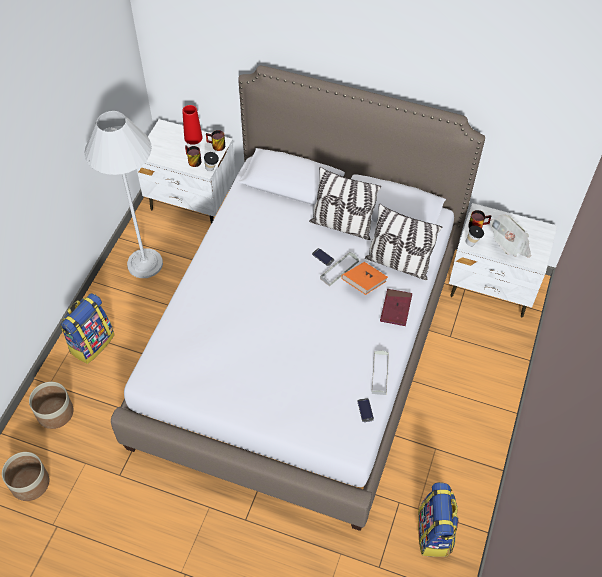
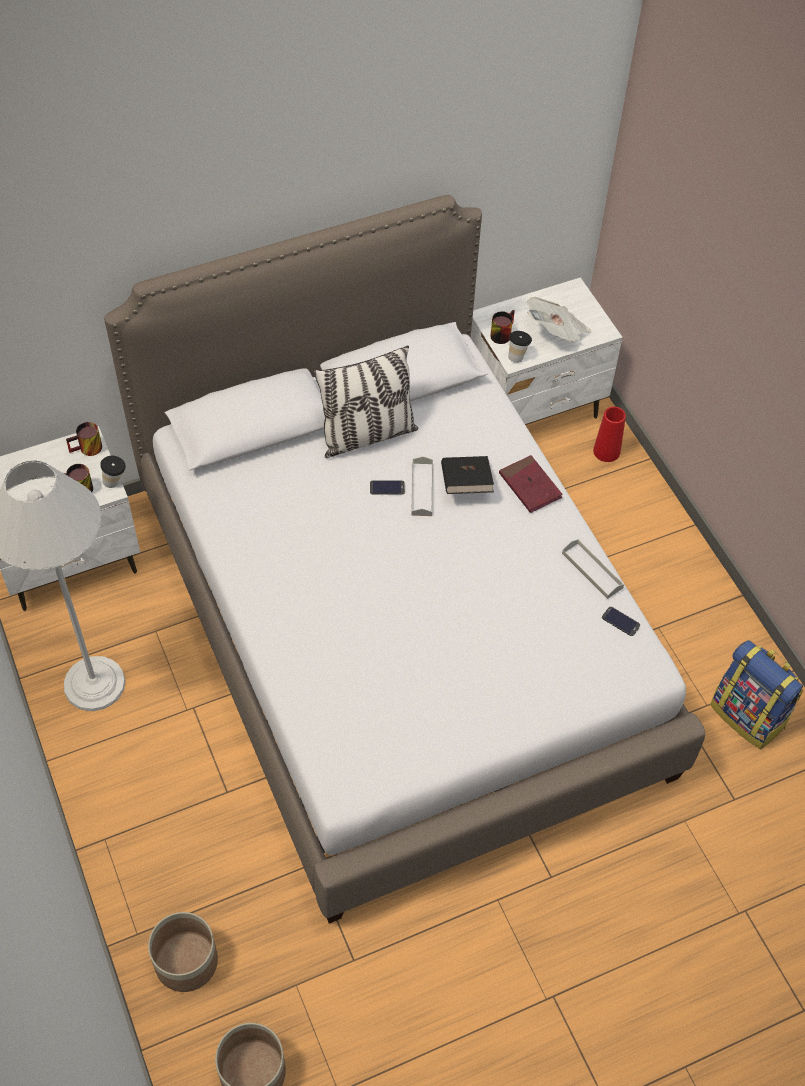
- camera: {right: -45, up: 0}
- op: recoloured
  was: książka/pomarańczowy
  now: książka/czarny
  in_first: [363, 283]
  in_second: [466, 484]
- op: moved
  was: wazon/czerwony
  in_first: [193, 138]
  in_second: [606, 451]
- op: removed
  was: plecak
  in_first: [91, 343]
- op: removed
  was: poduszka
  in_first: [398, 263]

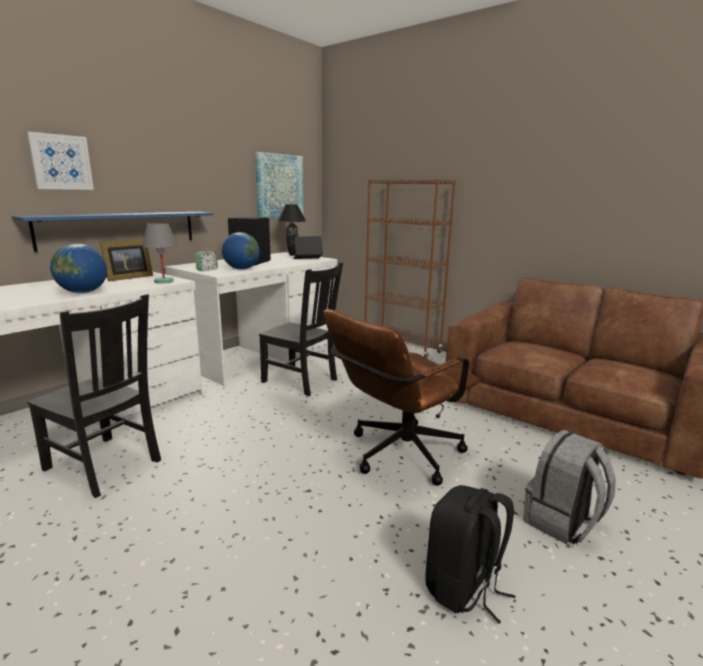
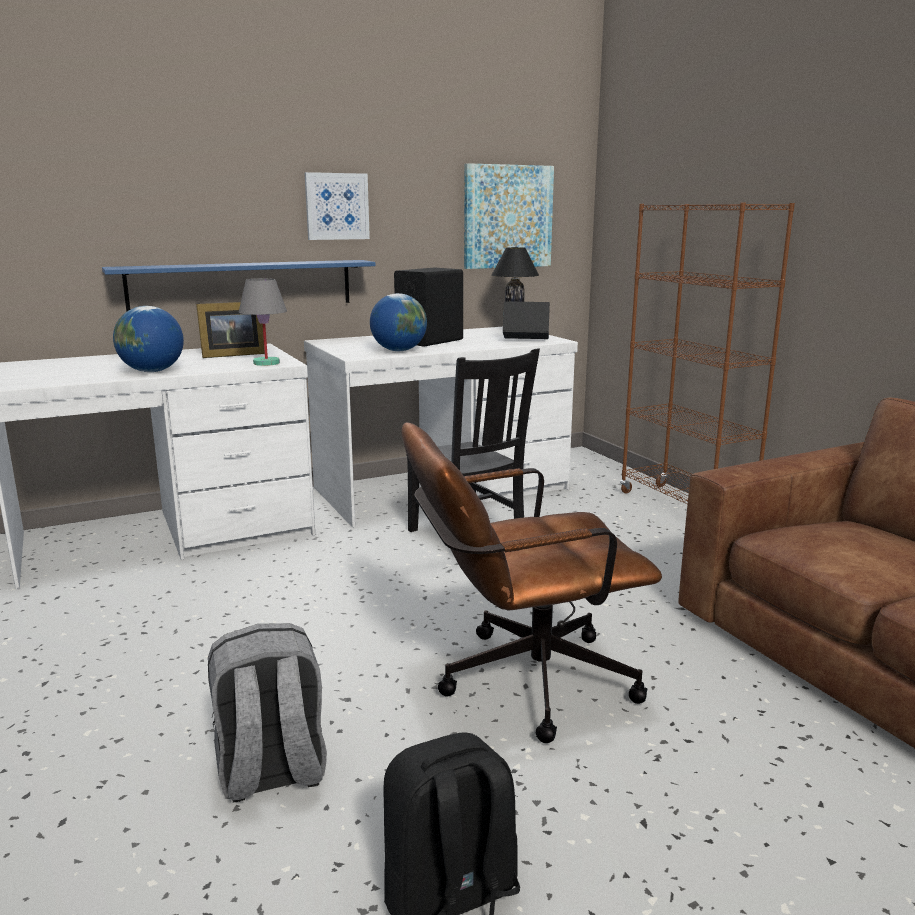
- camera: {right: 25, up: 0}
- op: moved
  was: plecak/szary
  in_first: [562, 522]
  in_second: [271, 773]
- op: moved
  was: obraz
  in_first: [61, 162]
  in_second: [337, 206]
- op: removed
  was: krzesło/czarny
  in_first: [105, 466]
- op: removed
  was: budzik
  in_first: [207, 270]

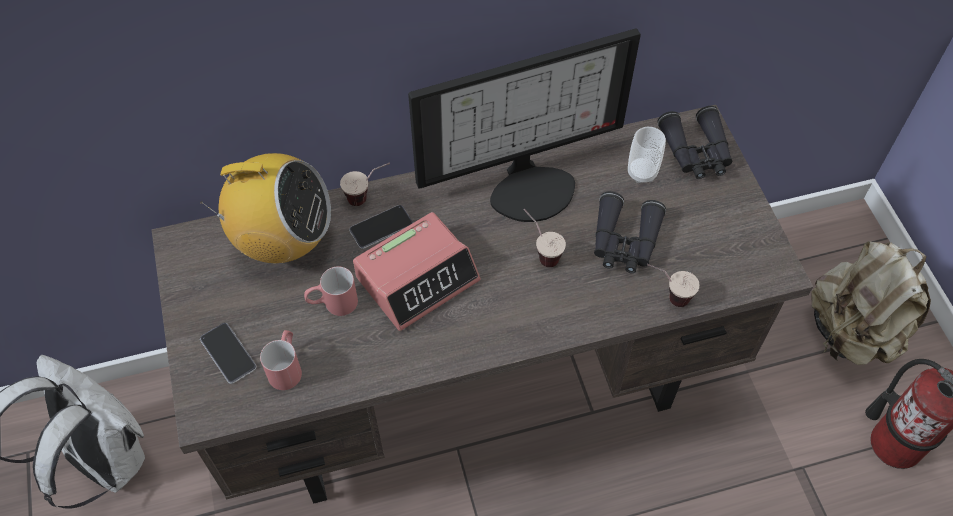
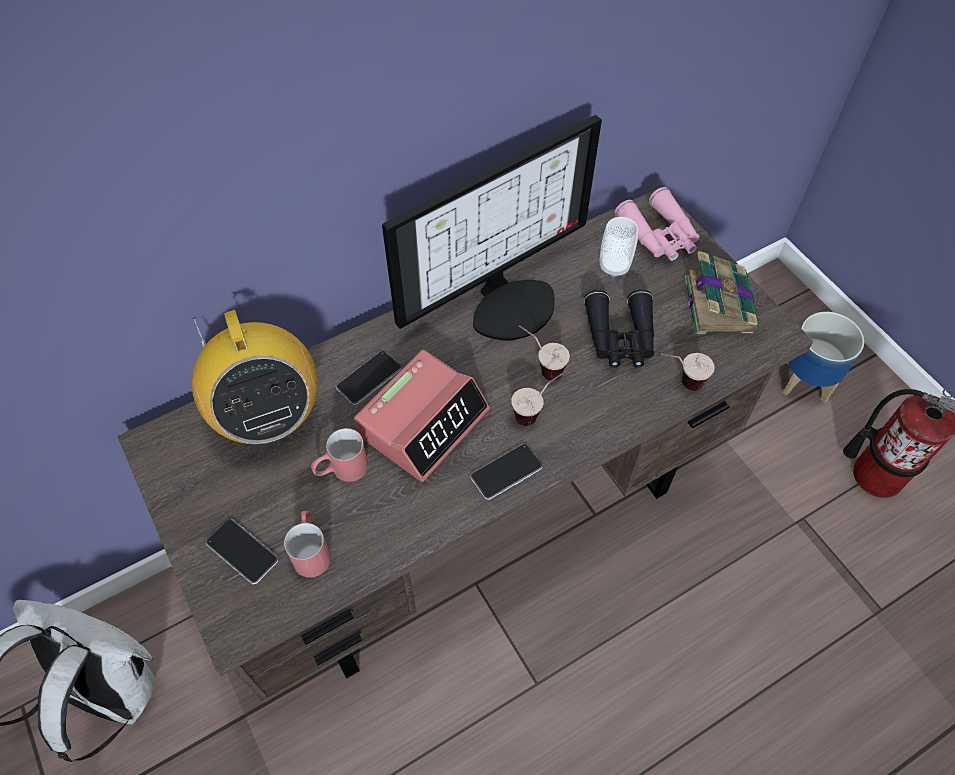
- camera: {right: -15, up: 0}
- op: turned
  was: radio
  in_first: [283, 241]
  in_second: [268, 416]
  clockwise: 75
- op: added
  now: telefon
  in_second: [506, 472]
- op: moved
  was: filiżanka
  in_first: [368, 196]
  in_second: [537, 411]
- op: recoloured
  was: lornetka/czarny
  now: lornetka/różowy
  in_first: [696, 152]
  in_second: [659, 236]
- op: added
  now: książka
  in_second: [718, 302]
- op: replaced
  was: plecak/beżowy
  now: donica
  in_first: [852, 332]
  in_second: [806, 381]

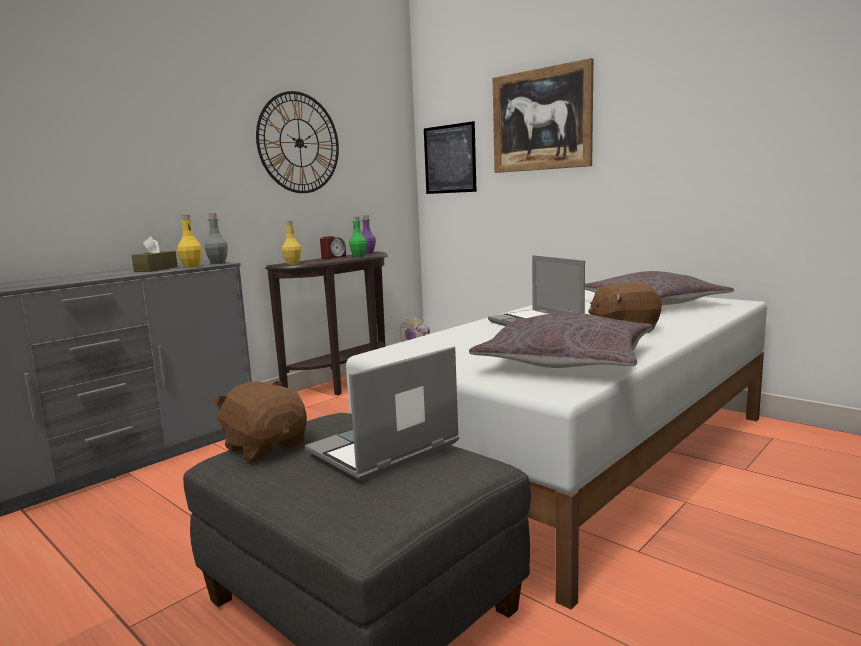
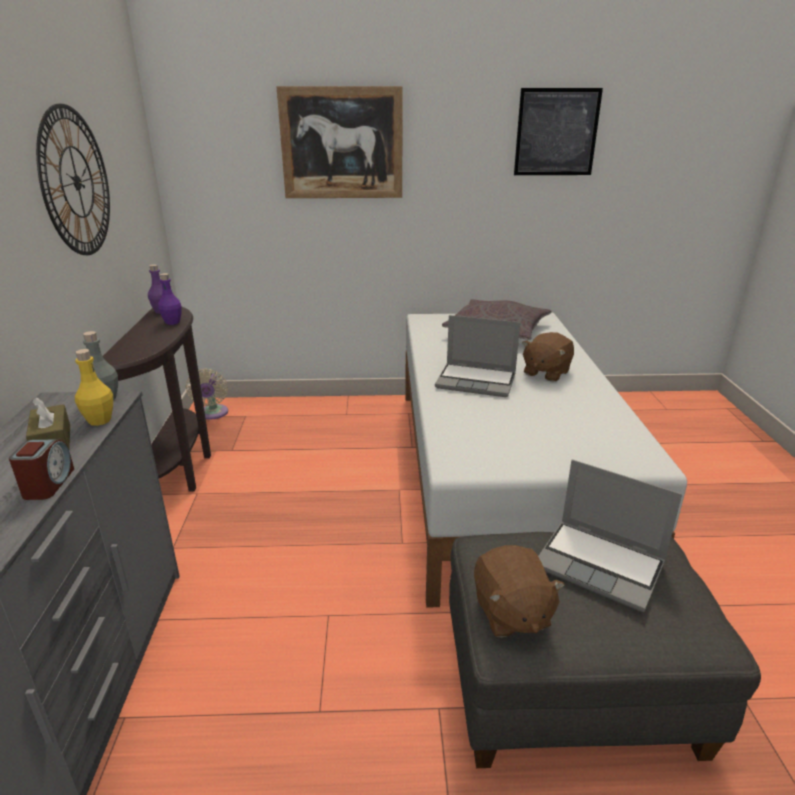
- camera: {right: -45, up: 15}
- op: moved
  was: budzik
  in_first: [333, 257]
  in_second: [48, 484]
- op: recoloured
  was: butelka/zielony
  now: butelka/fioletowy
  in_first: [358, 256]
  in_second: [172, 322]
- op: turned
  was: pluszak/brązowy
  in_first: [266, 447]
  in_second: [511, 613]
  clockwise: -105
- op: moved
  was: obraz
  in_first: [450, 159]
  in_second: [556, 132]
- op: turned
  was: laptop
  in_first: [383, 449]
  in_second: [601, 565]
  clockwise: -60
- op: removed
  was: butelka/żółty
  in_first: [292, 263]
- op: removed
  was: poduszka/szary
  in_first: [565, 361]

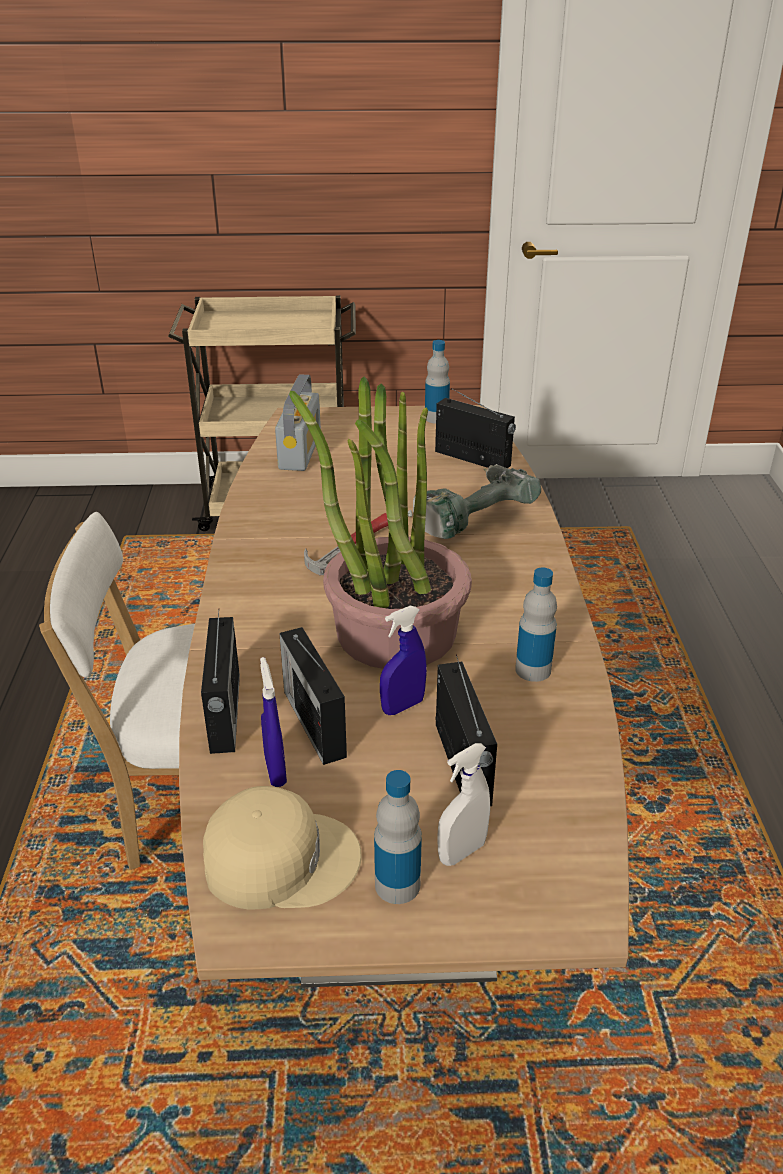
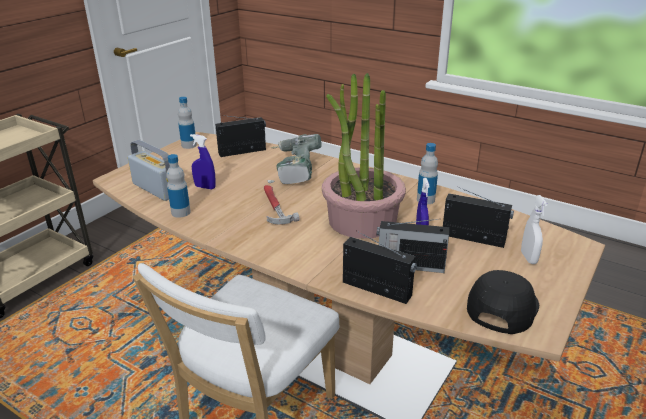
- camera: {right: -55, up: -5}
- op: moved
  was: butelka
  in_first: [397, 885]
  in_second: [181, 212]
- op: moved
  was: spryskiwacz/niebieski
  in_first: [275, 771]
  in_second: [205, 187]
- op: recoloured
  was: czapka z daszkiem/beżowy
  now: czapka z daszkiem/czarny
  in_first: [280, 858]
  in_second: [501, 306]

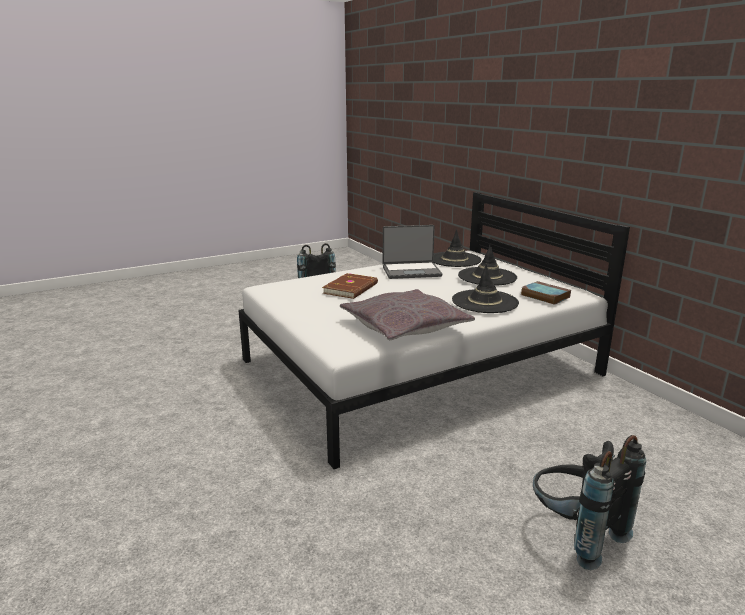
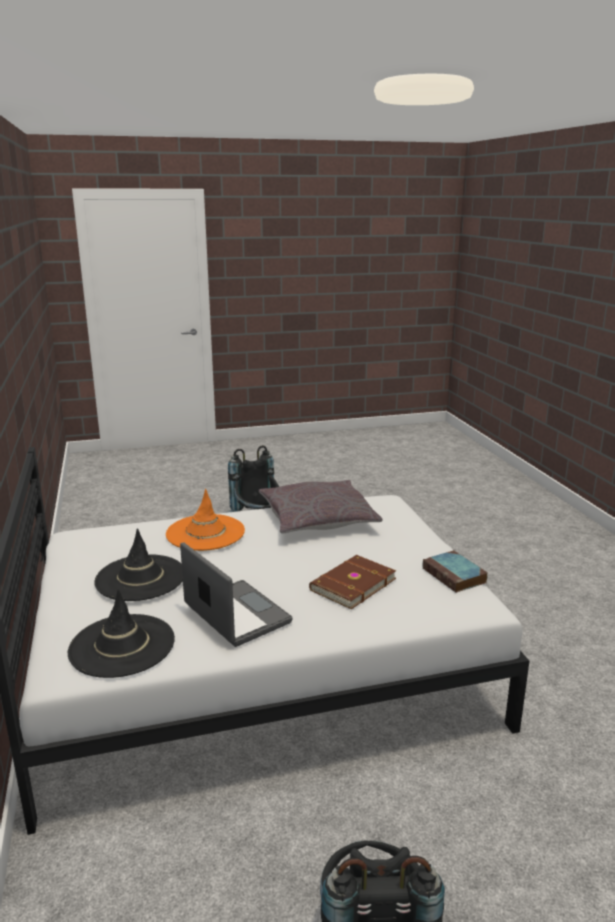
- camera: {right: -165, up: 0}
- op: recoloured
  was: kapelusz/czarny
  now: kapelusz/pomarańczowy
  in_first: [485, 302]
  in_second: [205, 533]
- op: turned
  was: laptop
  in_first: [411, 271]
  in_second: [235, 615]
  clockwise: 45
- op: moved
  was: książka
  in_first: [544, 296]
  in_second: [455, 576]

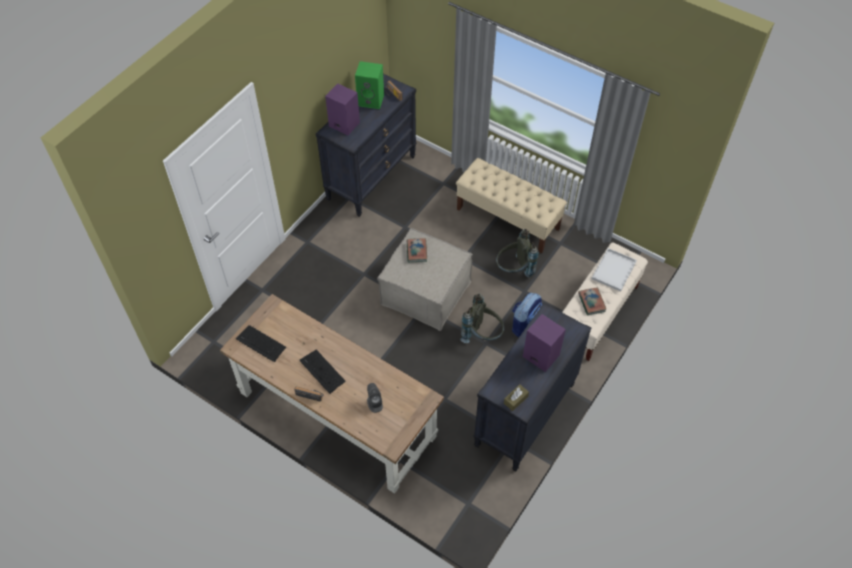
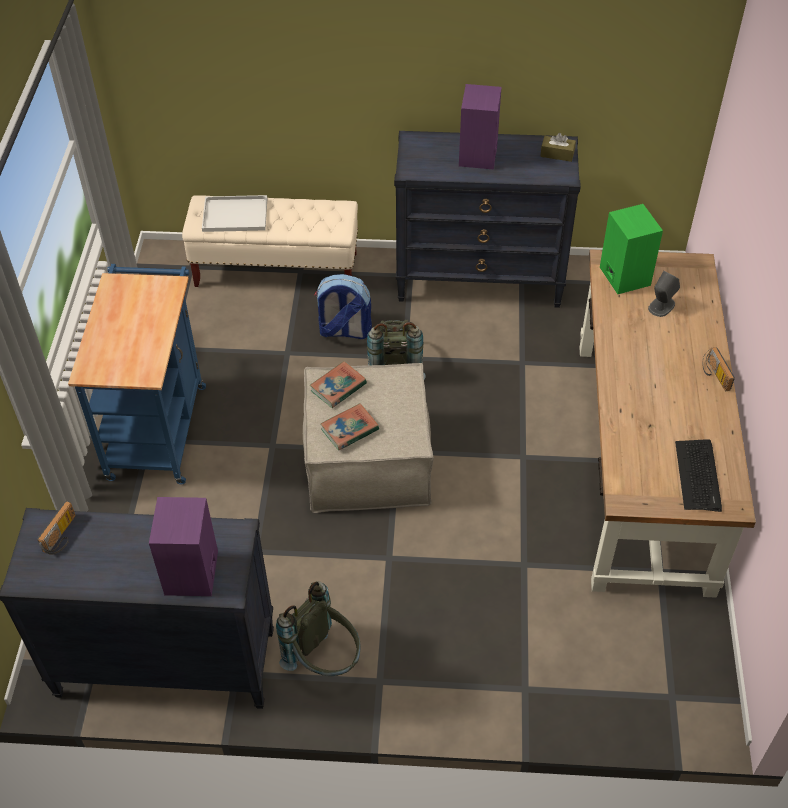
- camera: {right: -120, up: -5}
- op: replaced
  was: ławka/beżowy
  now: wózek/niebieski
  in_first: [508, 219]
  in_second: [158, 424]
- op: moved
  was: plecak/szary
  in_first: [514, 270]
  in_second: [324, 660]
- op: moved
  was: książka
  in_first: [591, 302]
  in_second: [338, 387]
- op: moved
  was: głośnik/zielony
  in_first: [371, 100]
  in_second: [623, 275]
- op: removed
  was: klawiatura
  in_first: [322, 371]

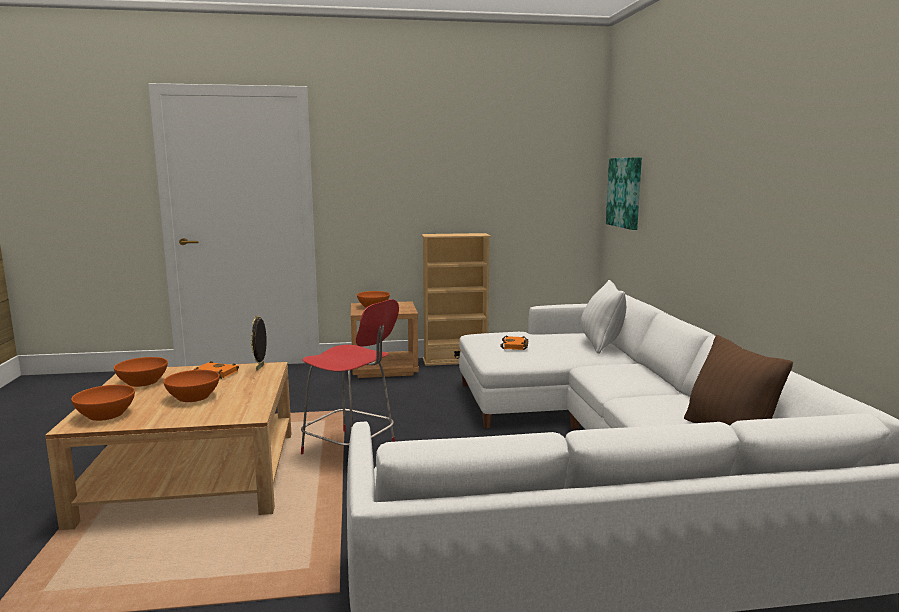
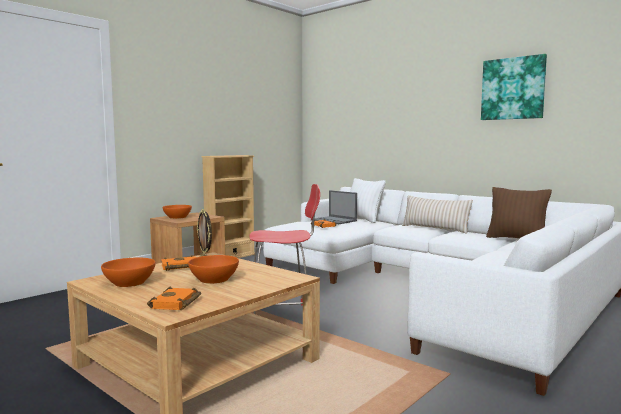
- camera: {right: -40, up: -5}
- op: replaced
  was: miska/pomarańczowy
  now: książka/pomarańczowy
  in_first: [106, 415]
  in_second: [176, 303]
- op: added
  now: laptop
  in_second: [334, 220]
- op: added
  now: poduszka/beżowy
  in_second: [435, 228]
- op: moved
  was: obraz
  in_first: [625, 192]
  in_second: [513, 88]

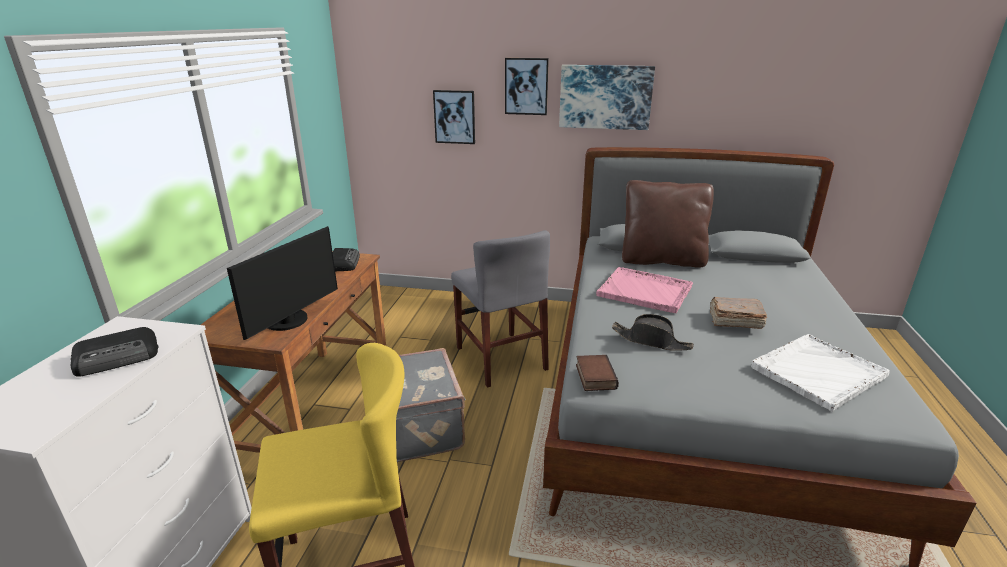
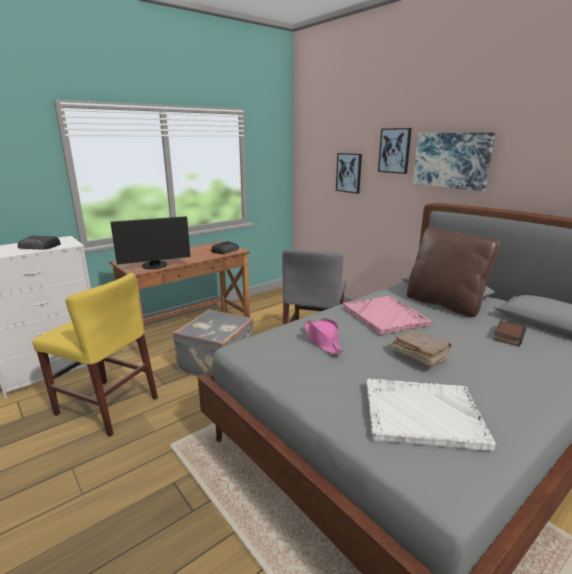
- camera: {right: 40, up: -5}
- op: recoloured
  was: kapelusz/czarny
  now: kapelusz/różowy
  in_first: [651, 341]
  in_second: [322, 341]
- op: moved
  was: książka
  in_first: [594, 376]
  in_second: [507, 336]

